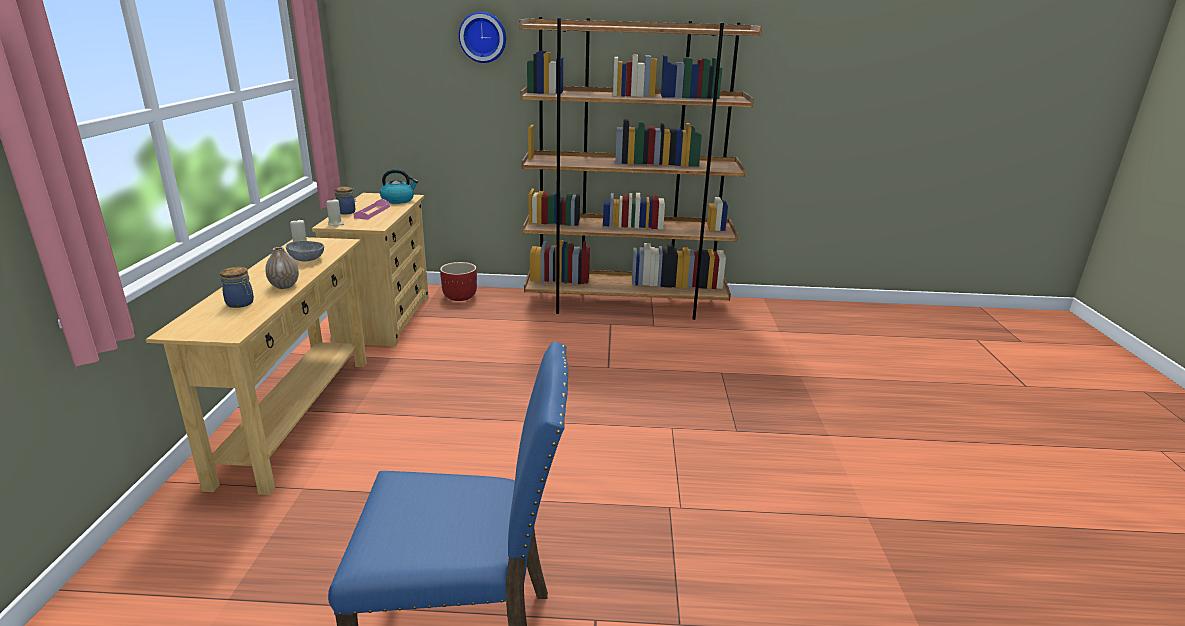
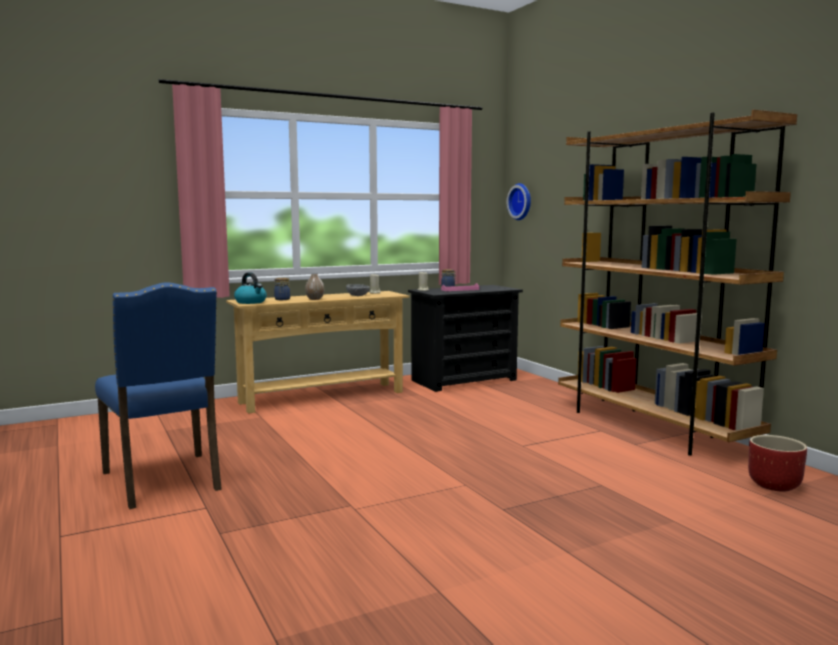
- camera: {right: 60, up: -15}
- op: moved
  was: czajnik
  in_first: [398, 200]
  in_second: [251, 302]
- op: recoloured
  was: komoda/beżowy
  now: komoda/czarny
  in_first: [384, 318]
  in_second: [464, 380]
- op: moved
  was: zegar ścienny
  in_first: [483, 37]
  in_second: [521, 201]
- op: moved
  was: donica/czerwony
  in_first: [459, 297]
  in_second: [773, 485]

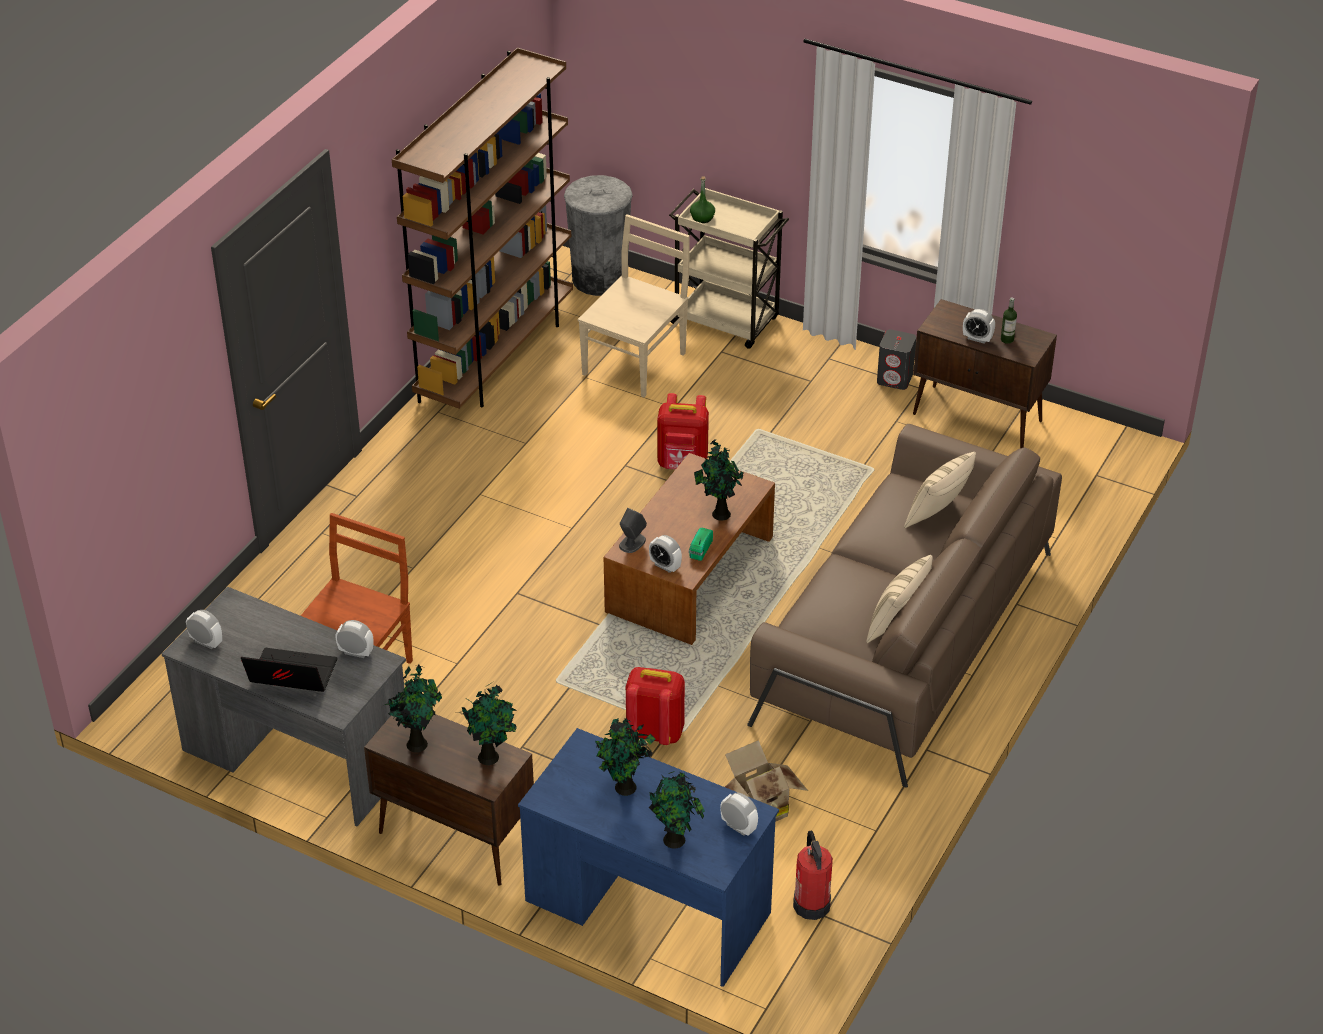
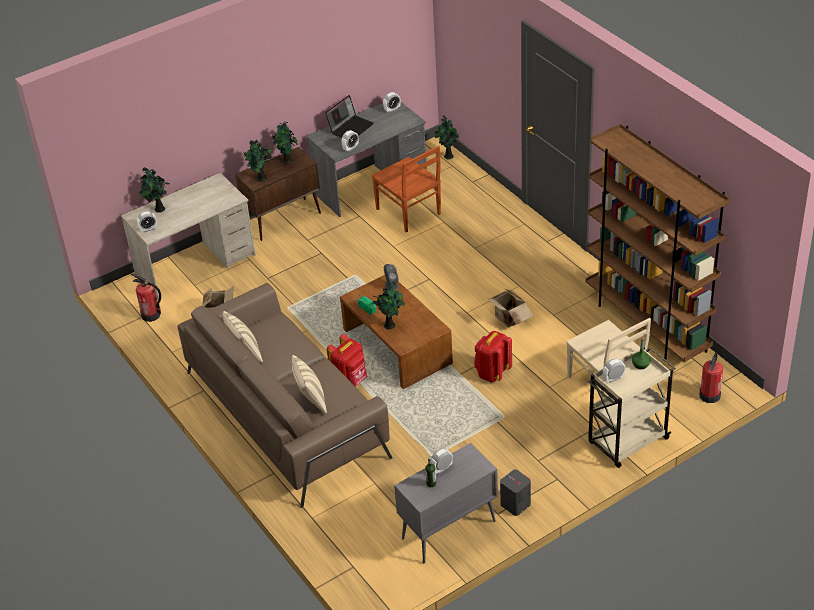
- camera: {right: 120, up: 0}
- op: recoloured
  was: biurko/niebieski
  now: biurko/beżowy
  in_first: [647, 906]
  in_second: [195, 265]
- op: moved
  was: plecak/czerwony
  in_first: [655, 732]
  in_second: [350, 381]
- op: recoloured
  was: szafka/brązowy
  now: szafka/szary
  in_first: [978, 418]
  in_second: [448, 531]
- op: moved
  was: roślina doniczkowa
  in_first: [625, 789]
  in_second: [448, 156]
- op: added
  now: karton
  in_second: [508, 319]
- op: moved
  was: budzik
  in_first: [665, 566]
  in_second: [613, 378]
- op: replaced
  was: kosz na śmieci/szary
  now: gaśnica
  in_first: [600, 279]
  in_second: [710, 395]

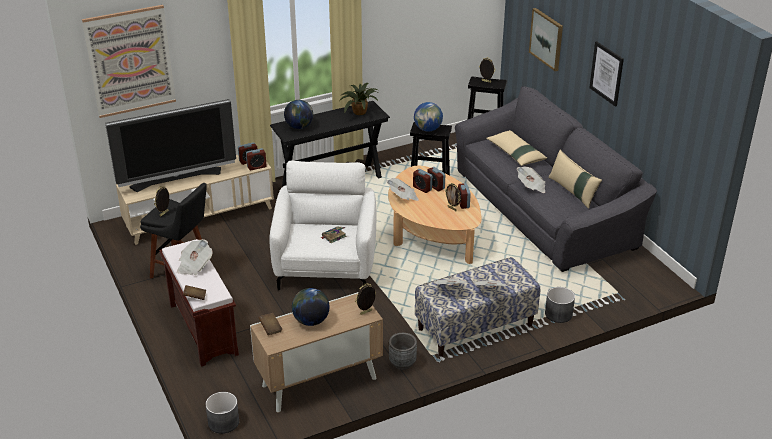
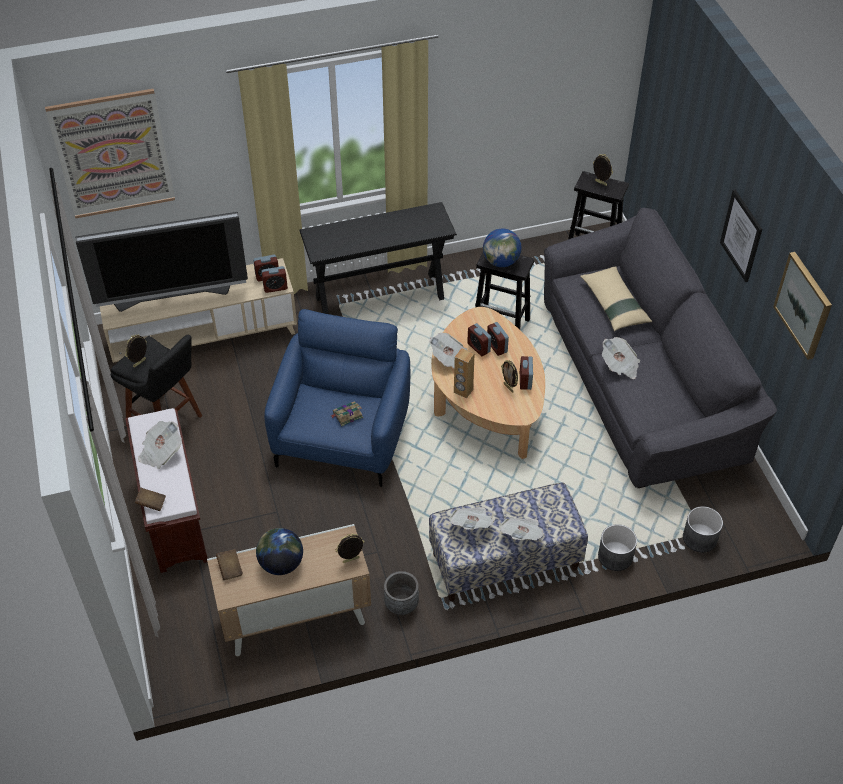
- camera: {right: 10, up: 15}
- op: recoloured
  was: fotel/biały
  now: fotel/niebieski
  in_first: [326, 266]
  in_second: [342, 436]
- op: added
  now: głośnik/brązowy
  in_second: [463, 391]
- op: moved
  was: donica/szary
  in_first: [224, 422]
  in_second: [700, 538]
- op: moved
  was: obraz
  in_first: [546, 39]
  in_second: [804, 305]
- op: removed
  was: globus
  in_first: [299, 127]
- op: removed
  was: roślina doniczkowa
  in_first: [359, 113]
- op: removed
  was: poduszka/beżowy
  in_first: [572, 191]

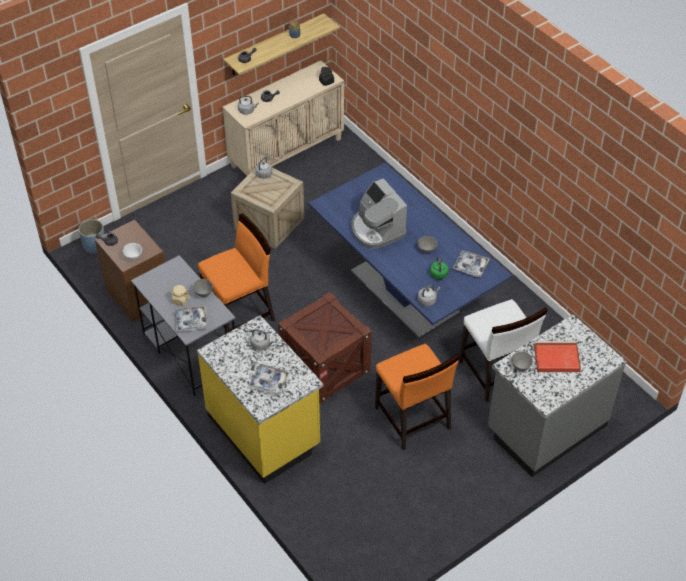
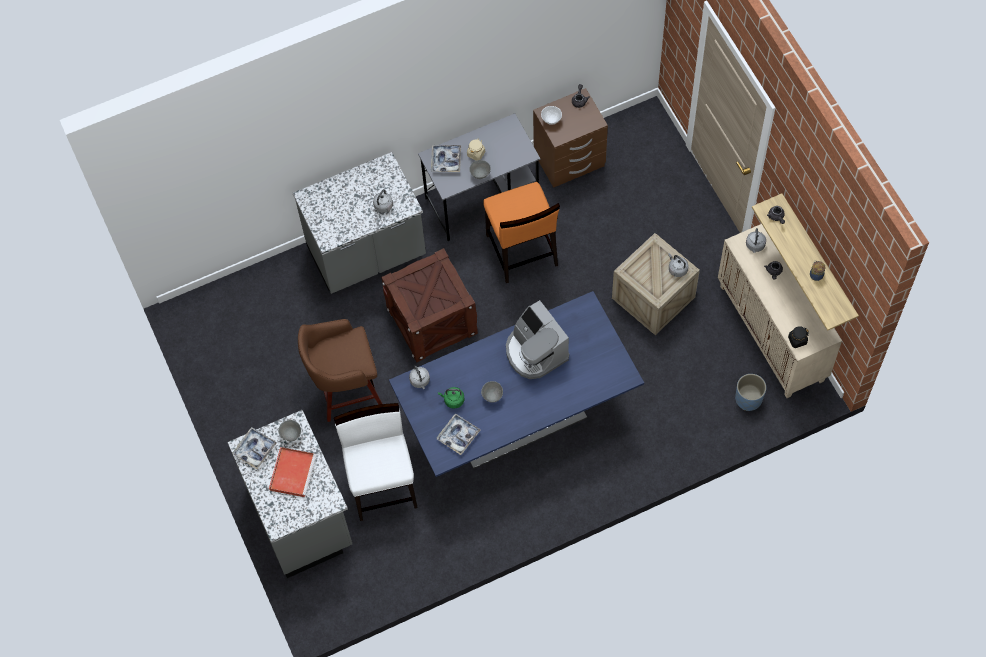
- camera: {right: 105, up: 15}
- op: moved
  was: taca
  in_first: [269, 382]
  in_second: [255, 449]
- op: recoloured
  was: zabudowa kuchenna/żółty
  now: zabudowa kuchenna/szary
  in_first: [264, 431]
  in_second: [367, 254]
- op: replaced
  was: krzesło/pomarańczowy
  now: stołek/brązowy
  in_first: [412, 419]
  in_second: [345, 389]
- op: turned
  was: krzesło/biały
  in_first: [495, 373]
  in_second: [383, 485]
  clockwise: 90
- op: turned
  was: ekspres do kawy
  in_first: [376, 229]
  in_second: [535, 352]
  clockwise: -105
- op: moved
  was: donica/niebieski
  in_first: [94, 245]
  in_second: [748, 399]

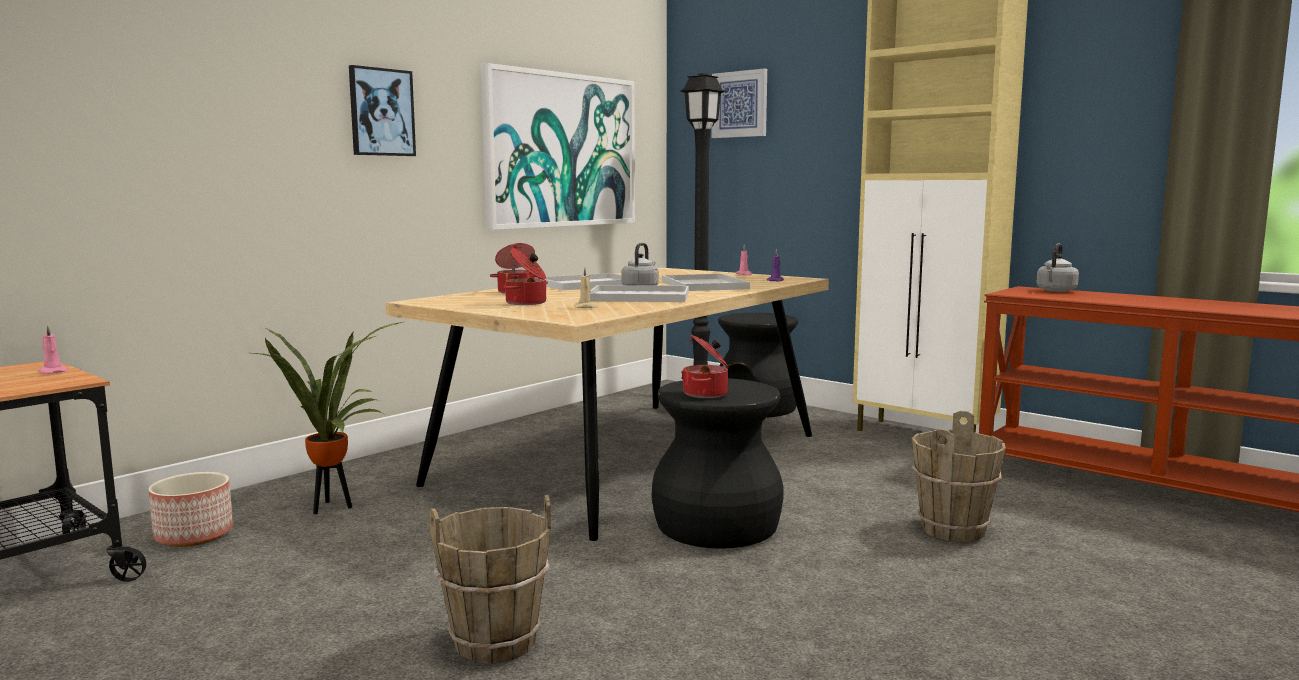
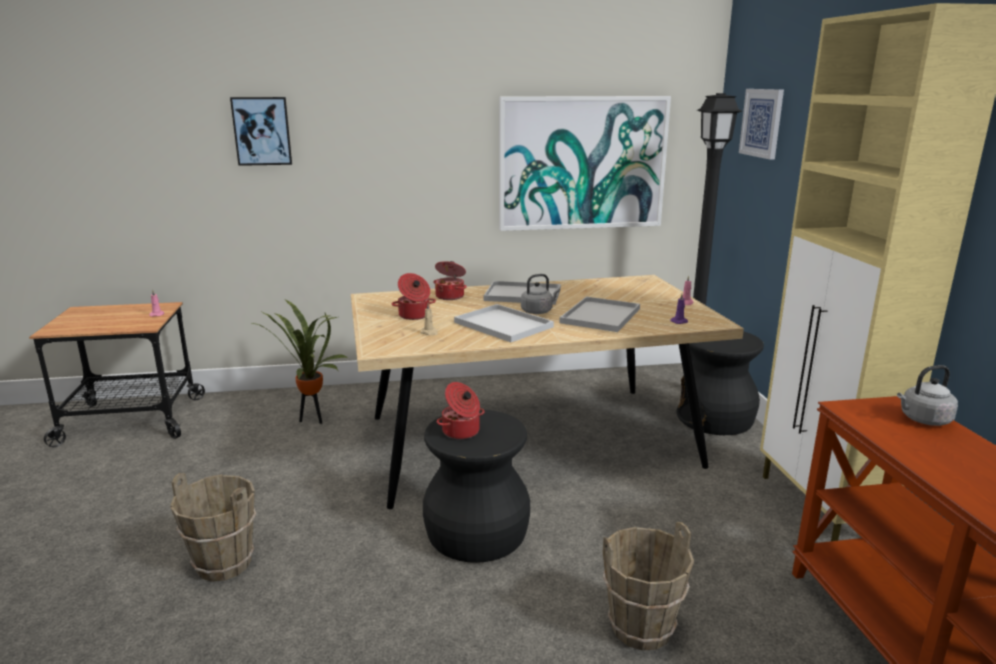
- camera: {right: 40, up: 10}
- op: moved
  was: obraz
  in_first: [381, 112]
  in_second: [262, 131]
- op: removed
  was: donica
  in_first: [194, 535]

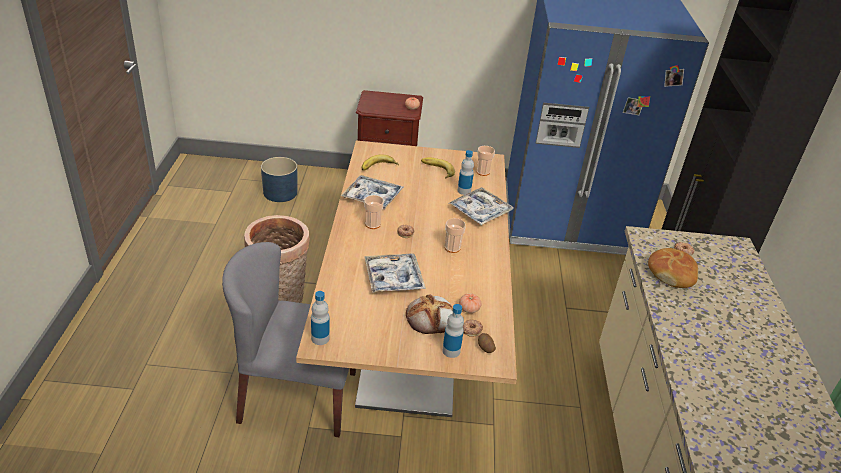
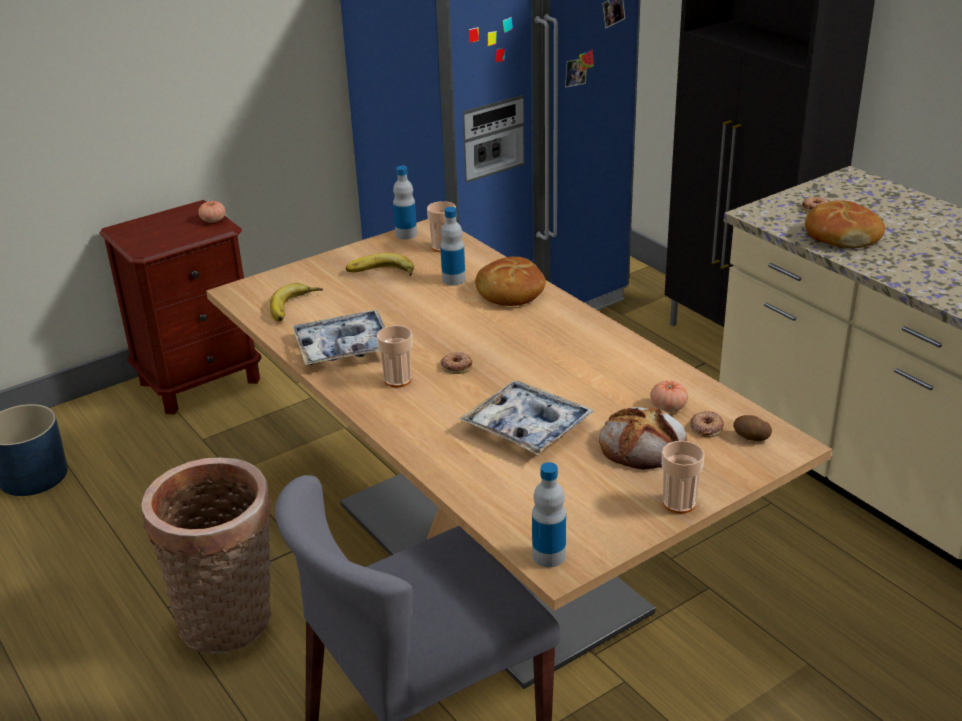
- camera: {right: -35, up: -5}
- op: moved
  was: butelka
  in_first: [451, 351]
  in_second: [406, 234]
- op: replaced
  was: taca
  now: chleb
  in_first: [480, 211]
  in_second: [510, 292]
- op: moved
  was: filiżanka
  in_first: [452, 248]
  in_second: [679, 503]

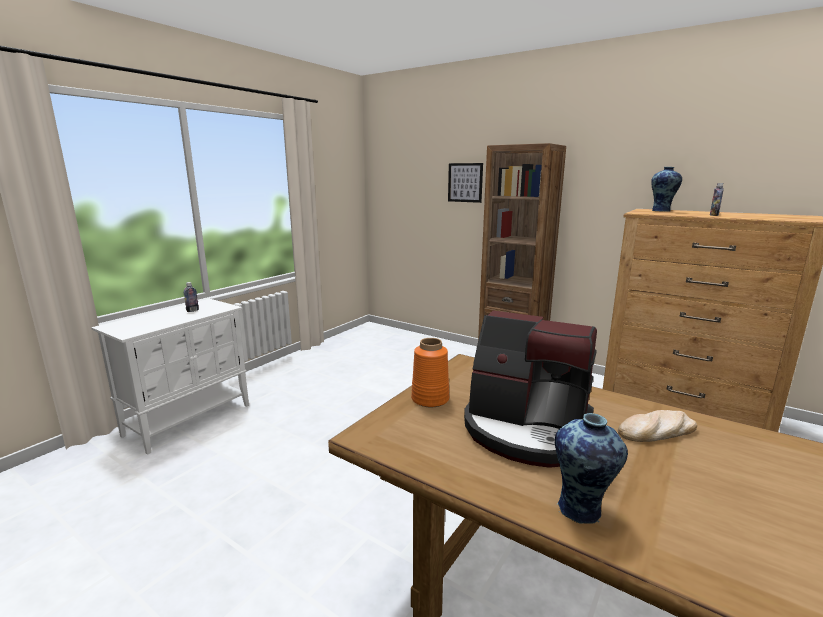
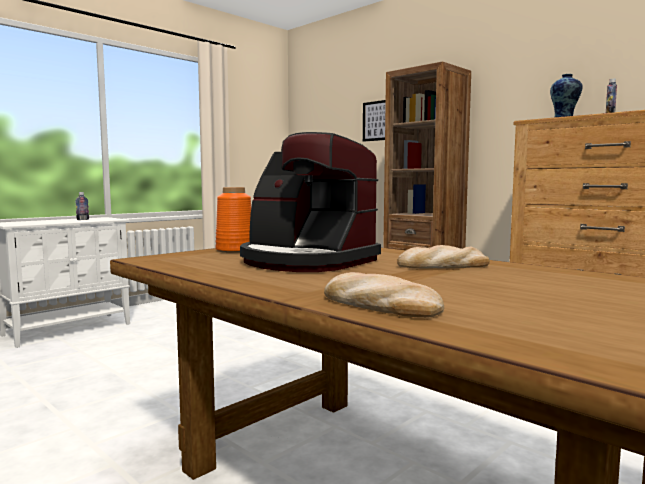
- camera: {right: 10, up: -10}
- op: added
  now: chleb
  in_second: [378, 304]
- op: removed
  was: wazon
  in_first: [581, 510]

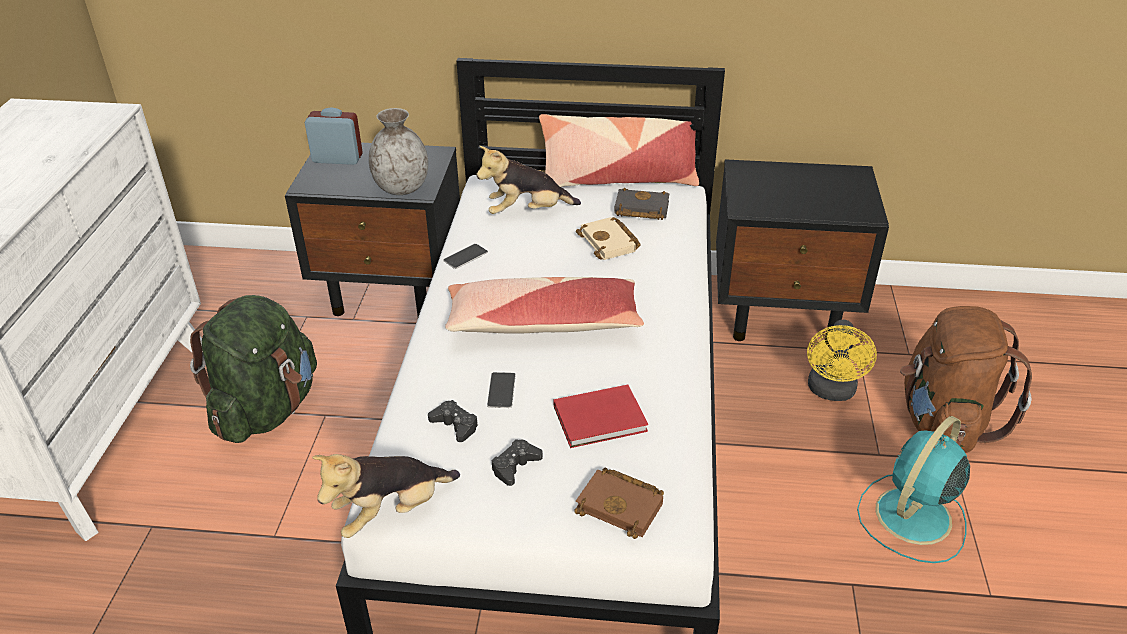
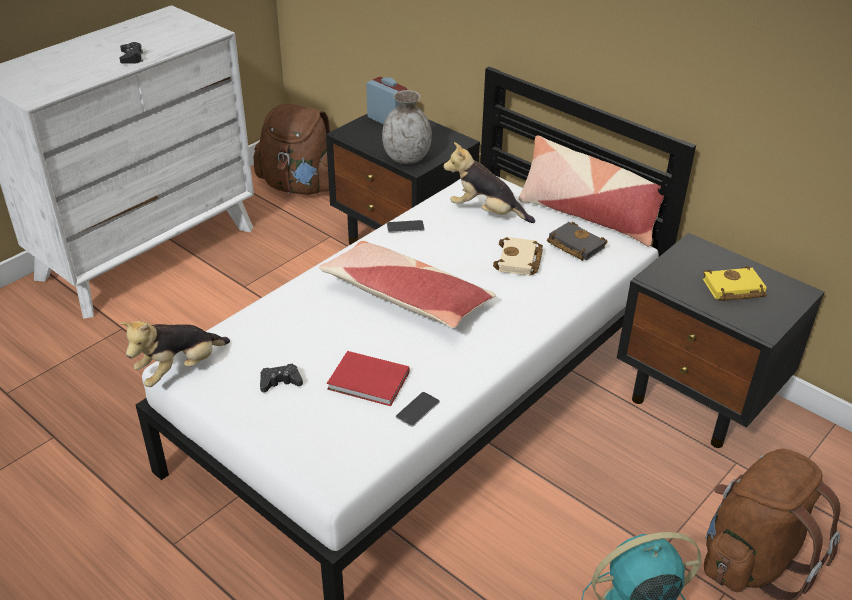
- camera: {right: 35, up: 0}
- op: moved
  was: pad do gier/czarny
  in_first: [455, 425]
  in_second: [132, 57]
- op: turned
  was: pluszak
  in_first: [391, 512]
  in_second: [180, 370]
  clockwise: -45
- op: added
  now: plecak/brązowy
  in_second: [299, 186]
- op: moved
  was: telefon
  in_first: [501, 390]
  in_second: [417, 409]
- op: added
  now: książka/żółty
  in_second: [732, 289]
- op: removed
  was: plecak/zielony
  in_first: [267, 409]
- op: removed
  was: książka/brązowy
  in_first: [622, 506]
- op: removed
  was: wentylator/żółty
  in_first: [831, 392]

